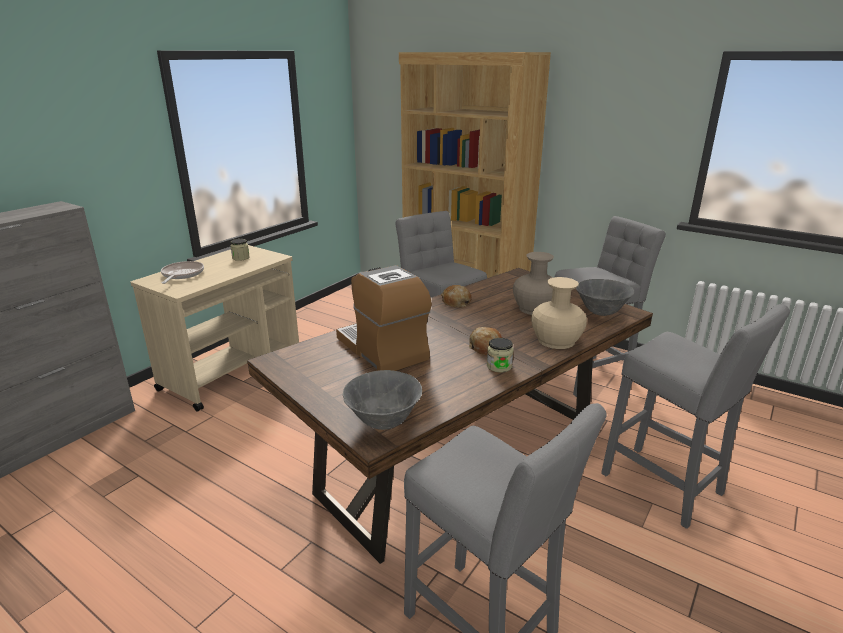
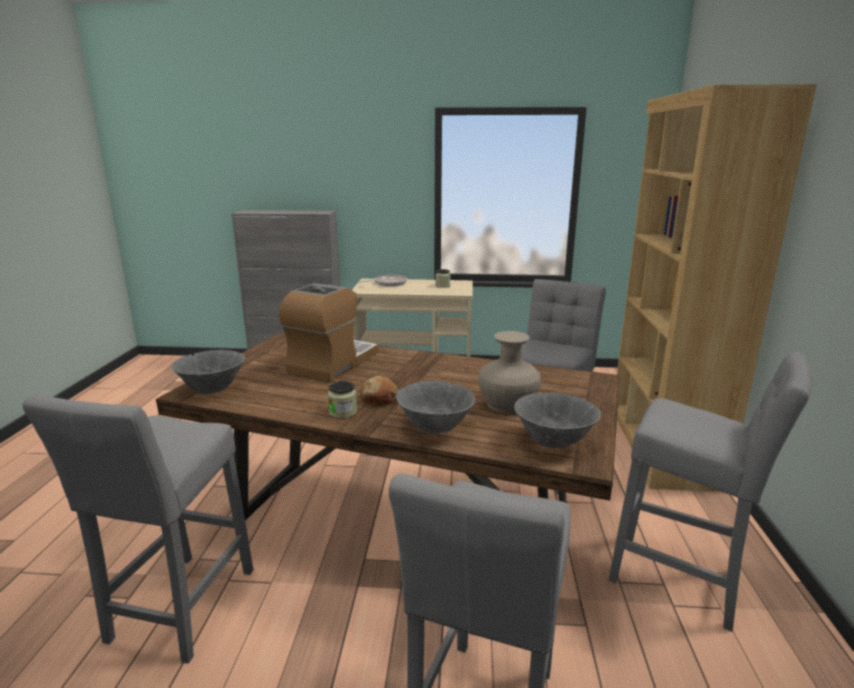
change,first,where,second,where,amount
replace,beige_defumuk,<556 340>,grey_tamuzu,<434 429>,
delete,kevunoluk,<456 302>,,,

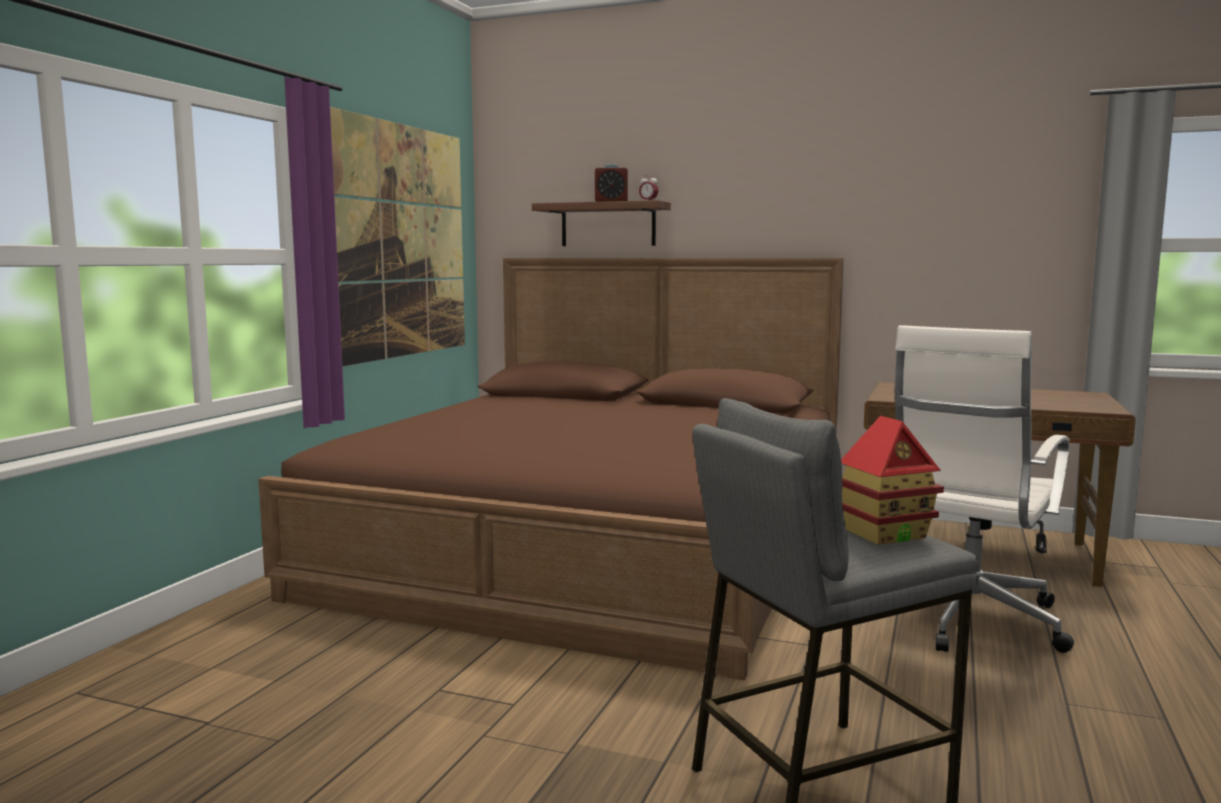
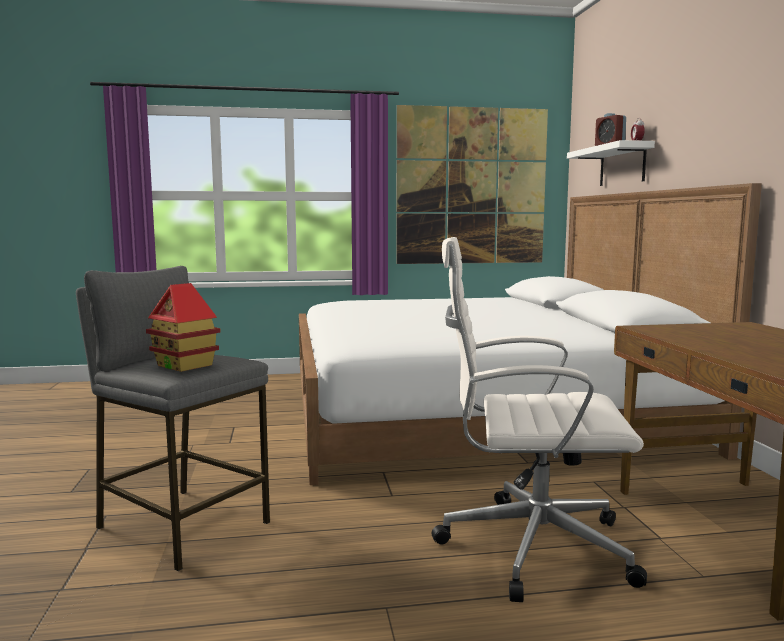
change,first,where,second,where,amount
recolor,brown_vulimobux,<608 225>,white_vulimobux,<622 165>,
recolor,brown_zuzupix,<593 548>,white_zuzupix,<476 411>,

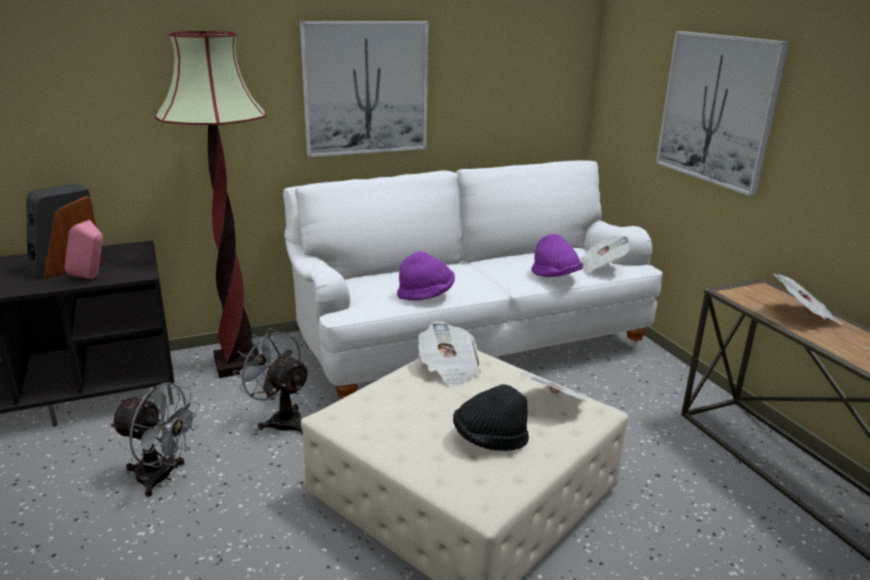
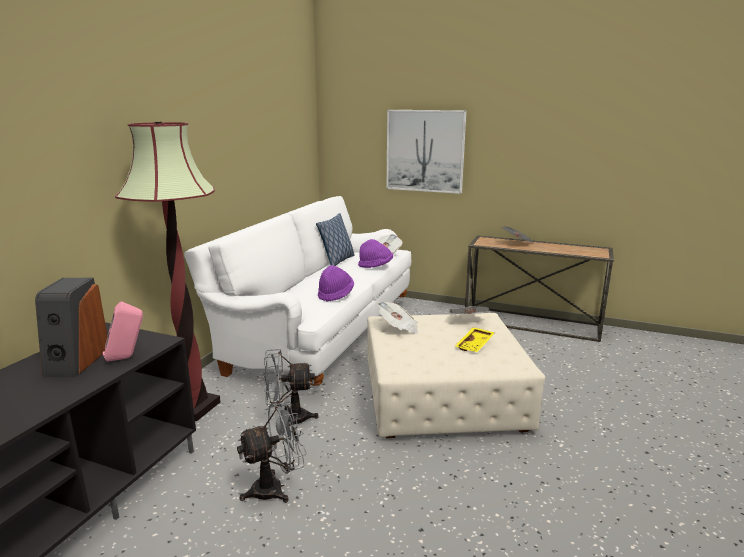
change,first,where,second,where,amount
delete,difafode,<366 88>,,,
replace,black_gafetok,<490 439>,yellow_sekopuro,<475 345>,
insert,,,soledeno,<337 261>,

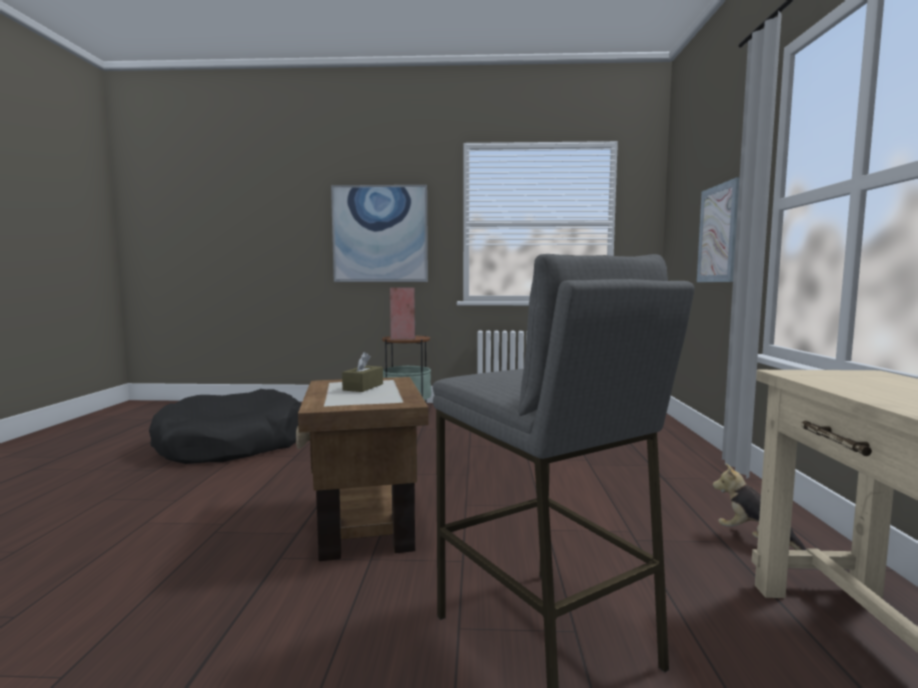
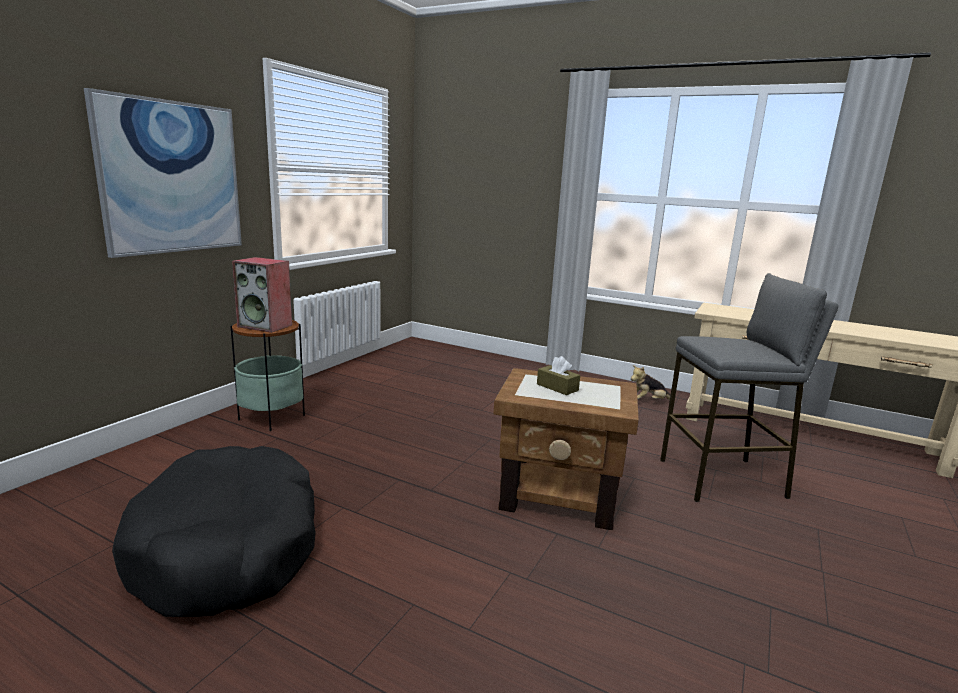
change,first,where,second,where,amount
delete,difafode,<718 234>,,,

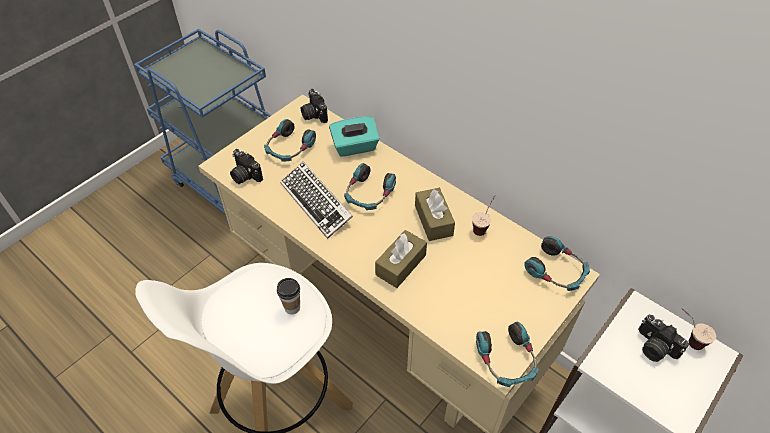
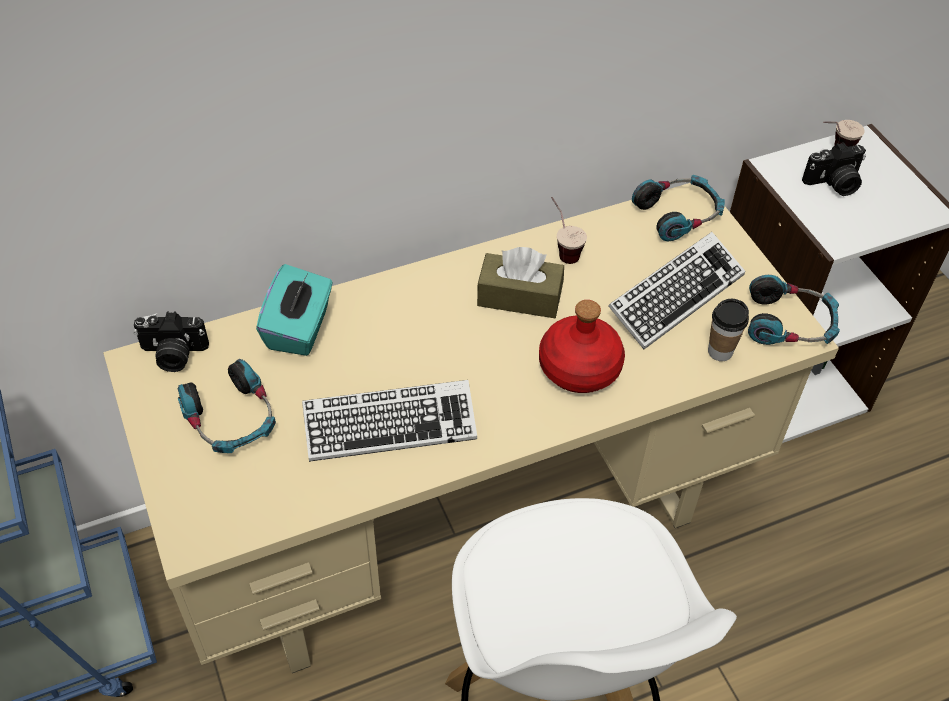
change,first,where,second,where,amount
delete,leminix,<245 175>,,,
delete,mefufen,<369 194>,,,
replace,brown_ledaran,<400 265>,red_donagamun,<580 368>,
move,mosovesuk,<292 307>,,<720 351>,
insert,,,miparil,<675 296>,

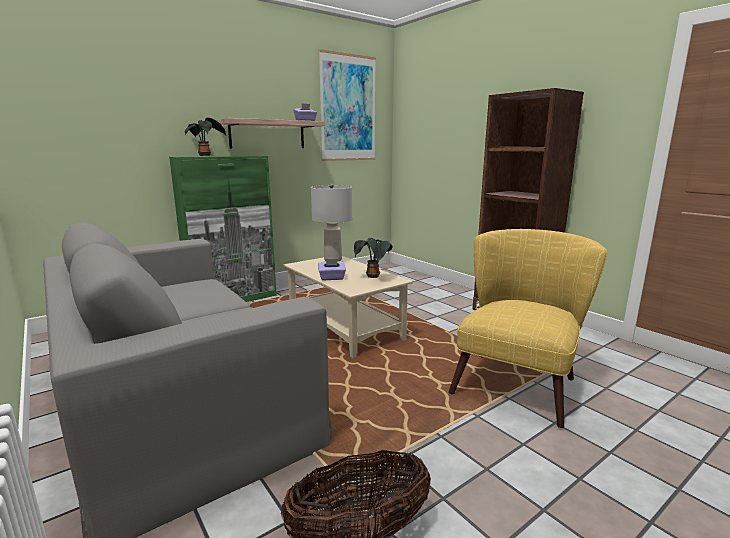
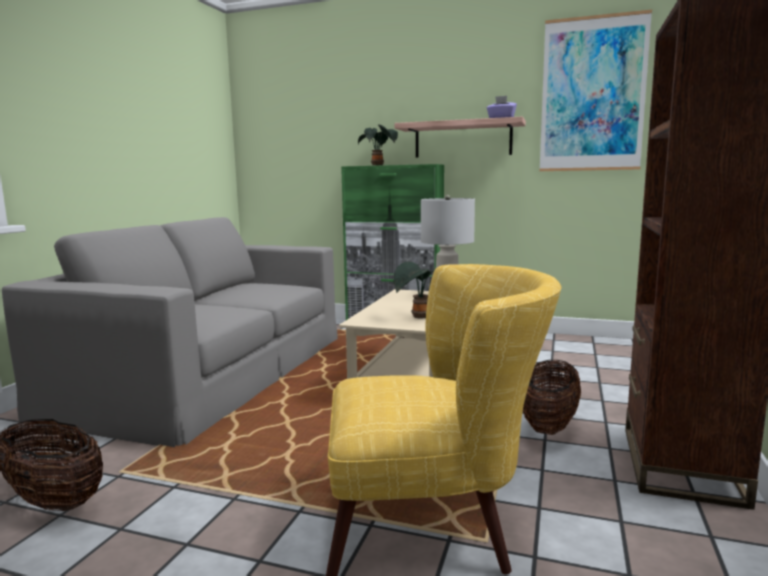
change,first,where,second,where,amount
delete,purple_ledaran,<332 278>,,,
insert,,,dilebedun,<549 425>,

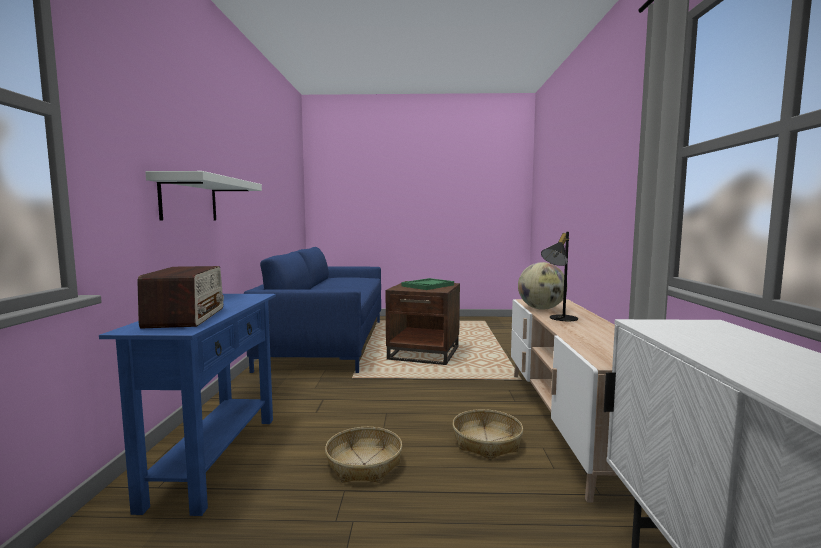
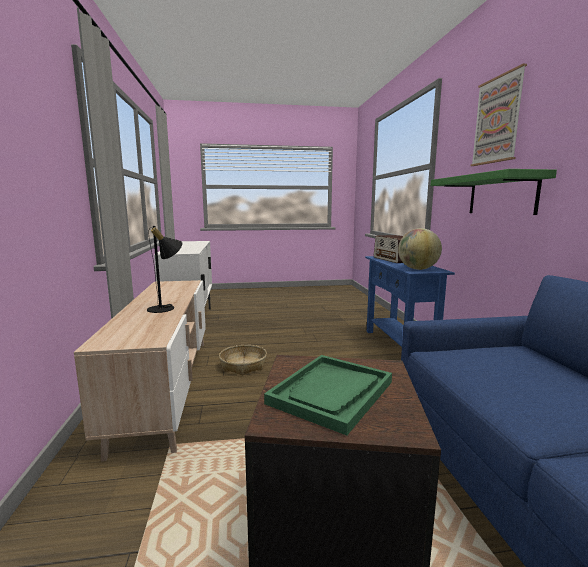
change,first,where,second,where,amount
recolor,white_vulimobux,<189 199>,green_vulimobux,<501 195>,
move,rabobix,<541 309>,,<418 269>,
delete,dilebedun,<363 464>,,,
insert,,,difafode,<497 120>,

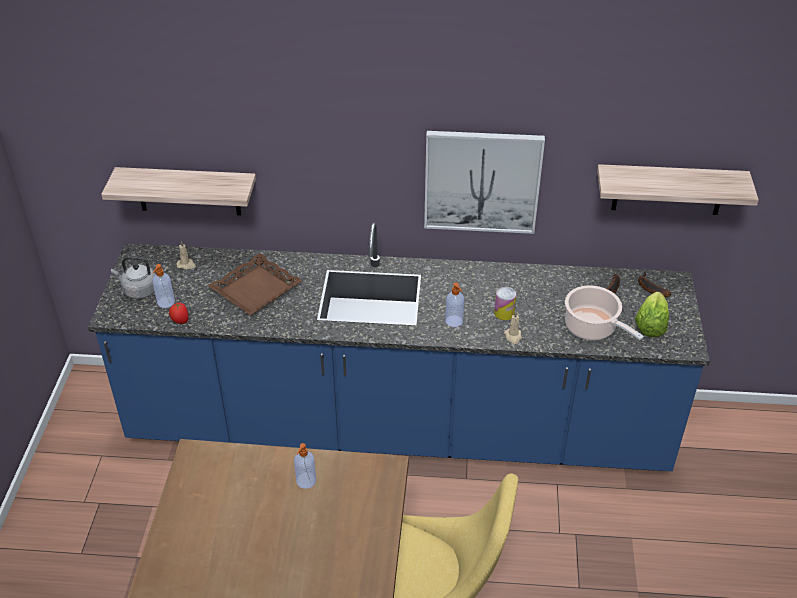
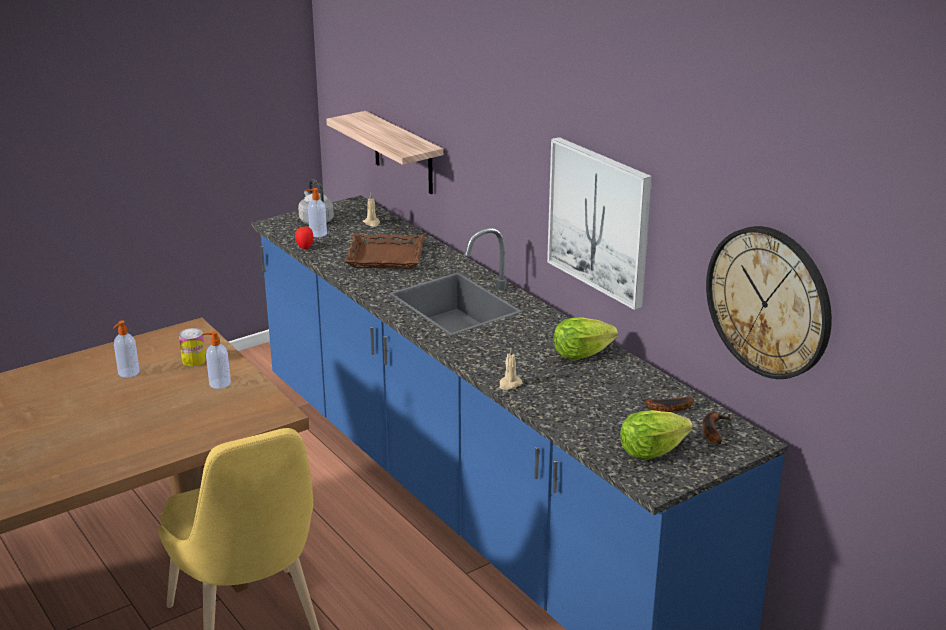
change,first,where,second,where,amount
replace,vulimobux,<668 189>,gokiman,<768 302>,
move,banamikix,<454 321>,,<128 373>,
delete,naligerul,<592 328>,,,
move,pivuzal,<504 313>,,<194 360>,
insert,,,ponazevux,<581 354>,

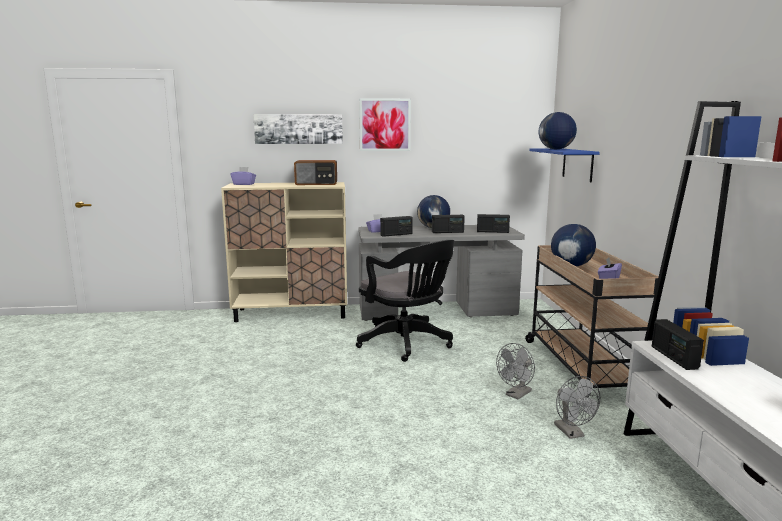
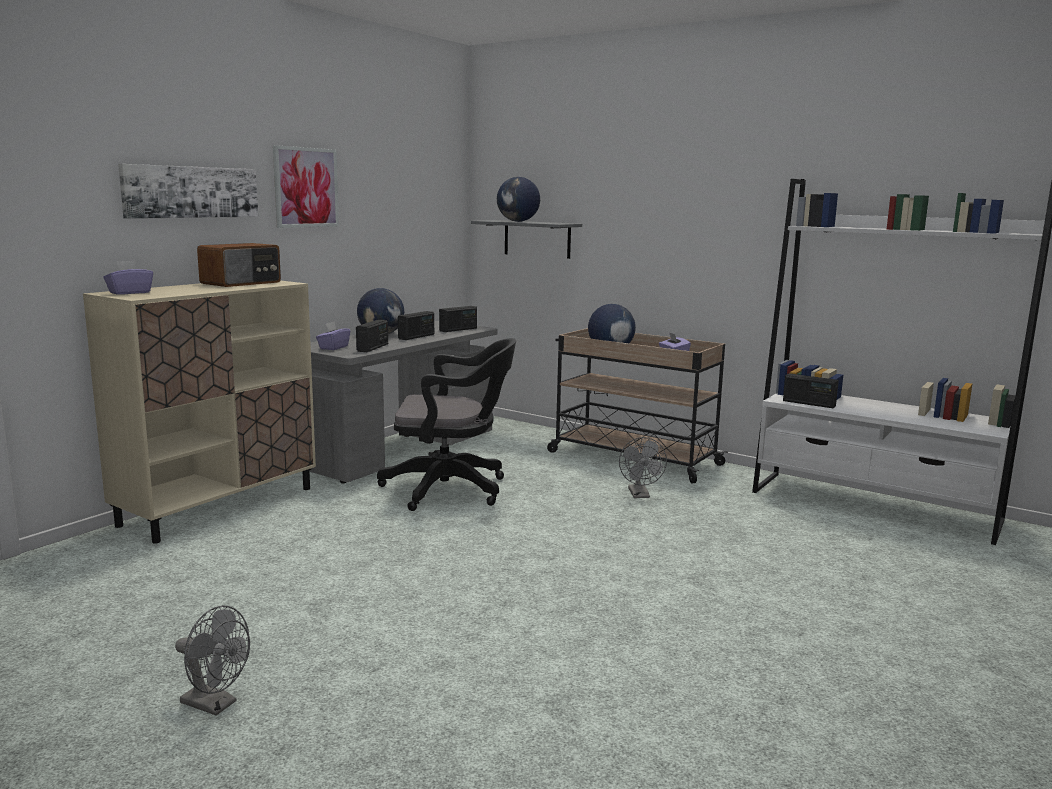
change,first,where,second,where,amount
recolor,blue_vulimobux,<577 164>,grey_vulimobux,<537 239>,
move,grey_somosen,<572 433>,,<215 704>,

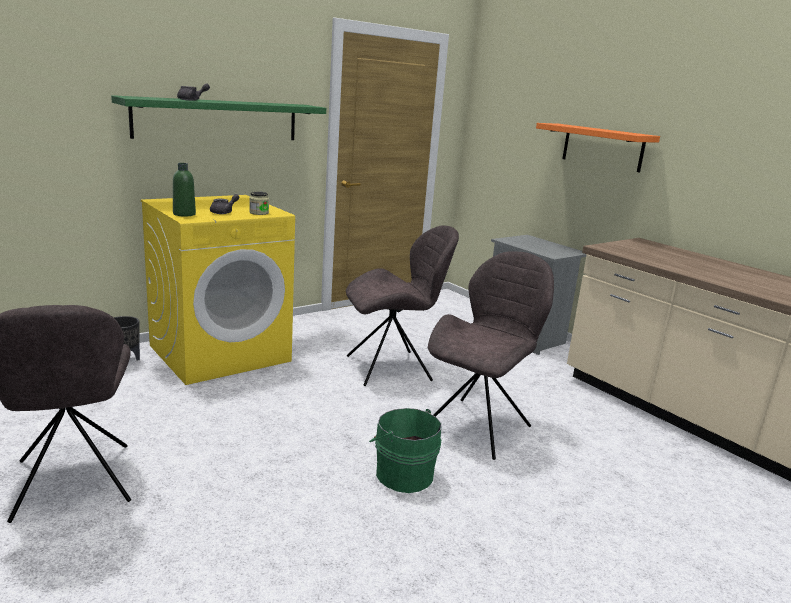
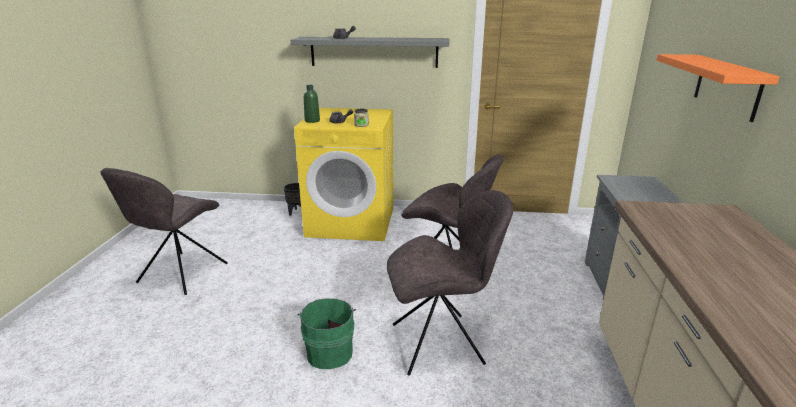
change,first,where,second,where,amount
recolor,green_vulimobux,<218 120>,grey_vulimobux,<374 52>,

